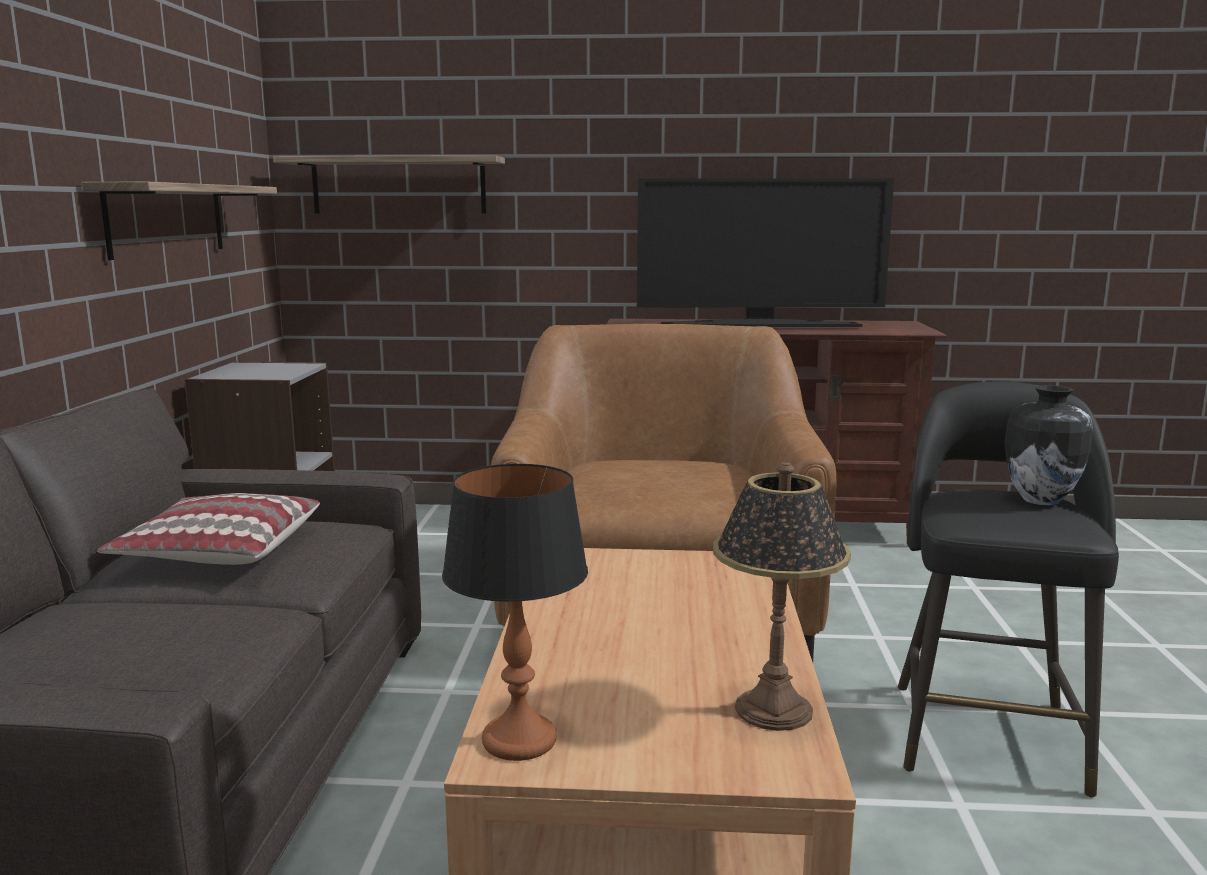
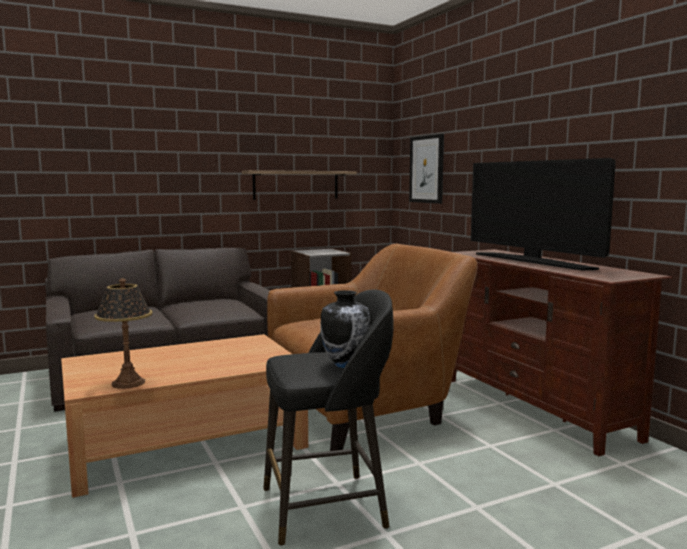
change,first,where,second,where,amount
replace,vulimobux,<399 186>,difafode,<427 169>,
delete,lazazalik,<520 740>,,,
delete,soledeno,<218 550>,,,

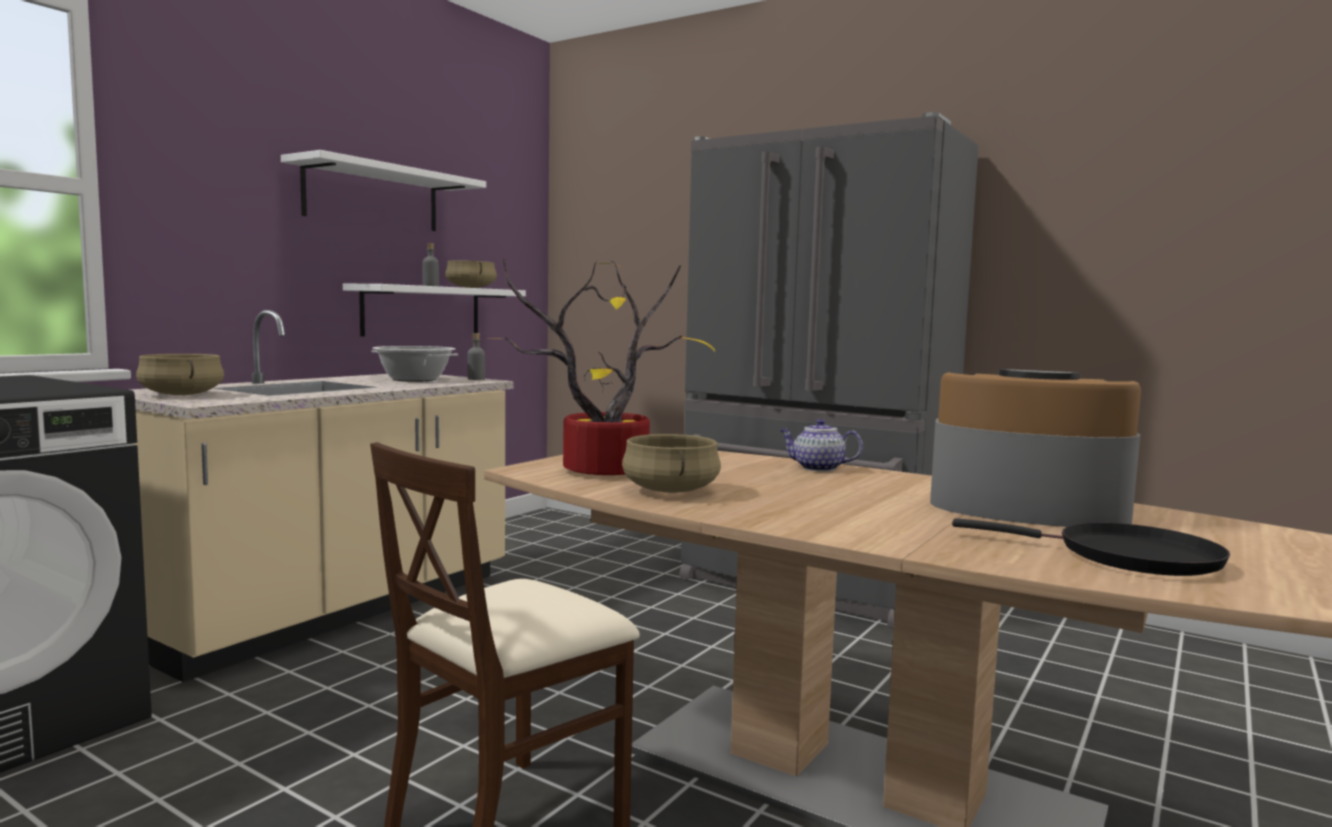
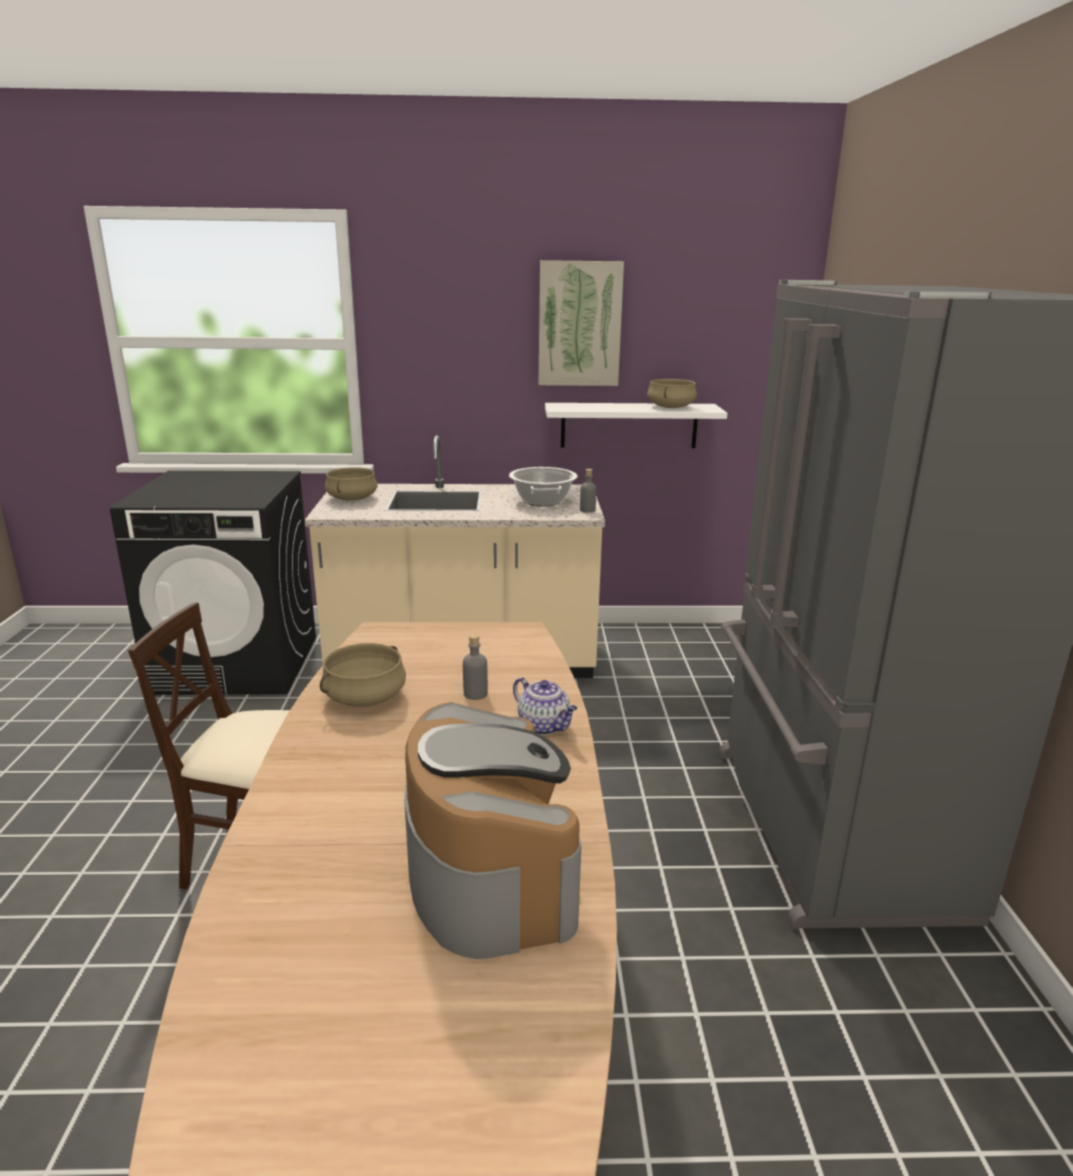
change,first,where,second,where,amount
replace,white_vulimobux,<372 197>,difafode,<579 324>,
move,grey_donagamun,<431 286>,,<475 694>,
delete,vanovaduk,<608 469>,,,
rotate,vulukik,<817 468>,,<545 726>,150 degrees clockwise
delete,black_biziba,<1126 557>,,,

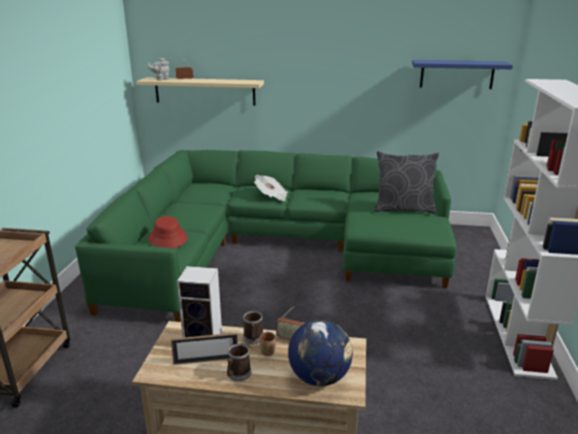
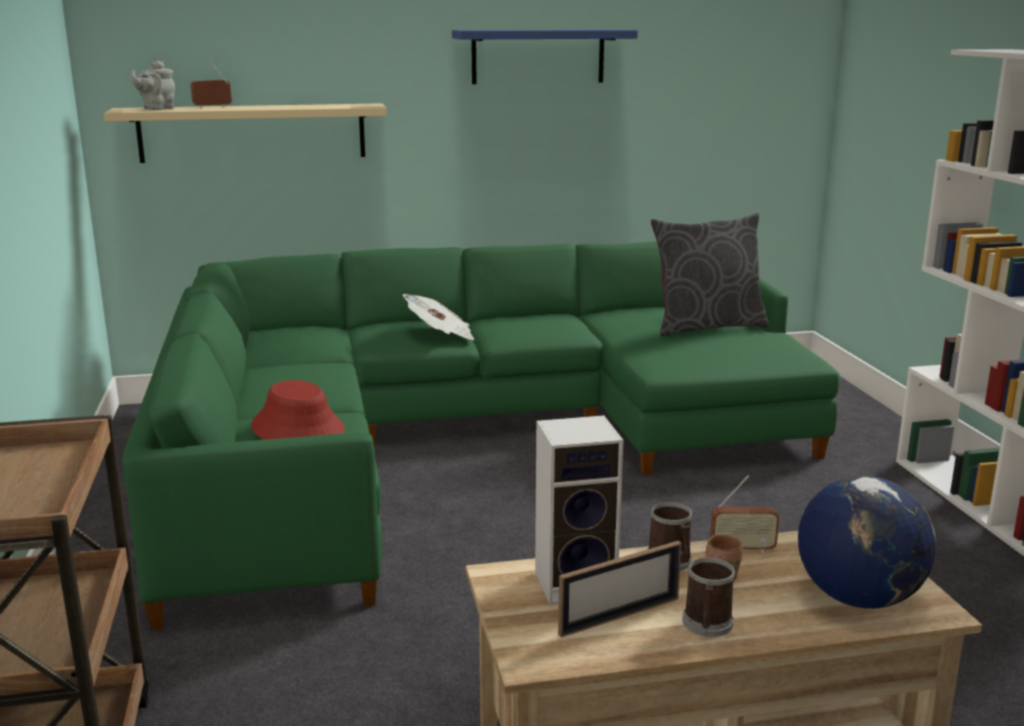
change,first,where,second,where,amount
move,blue_vulimobux,<457 74>,,<538 56>,

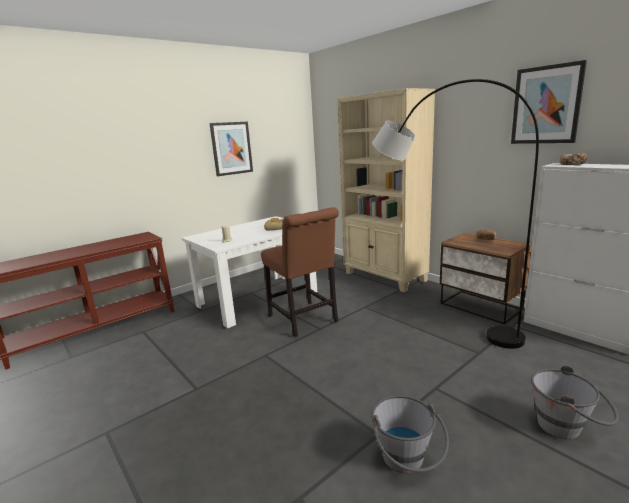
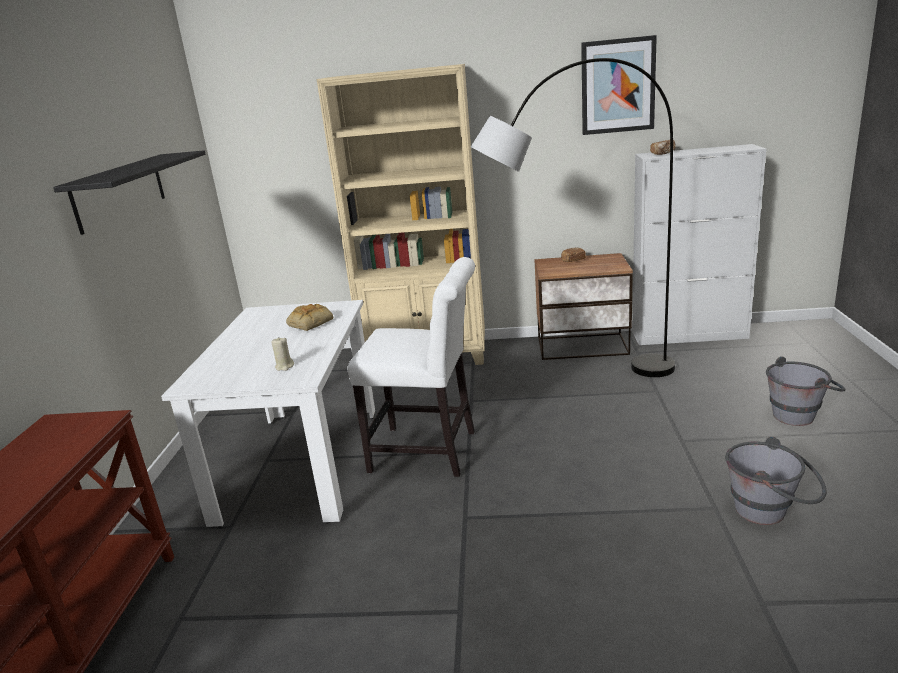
change,first,where,second,where,amount
replace,difafode,<231 148>,black_vulimobux,<120 191>,
recolor,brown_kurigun,<304 320>,white_kurigun,<429 452>,

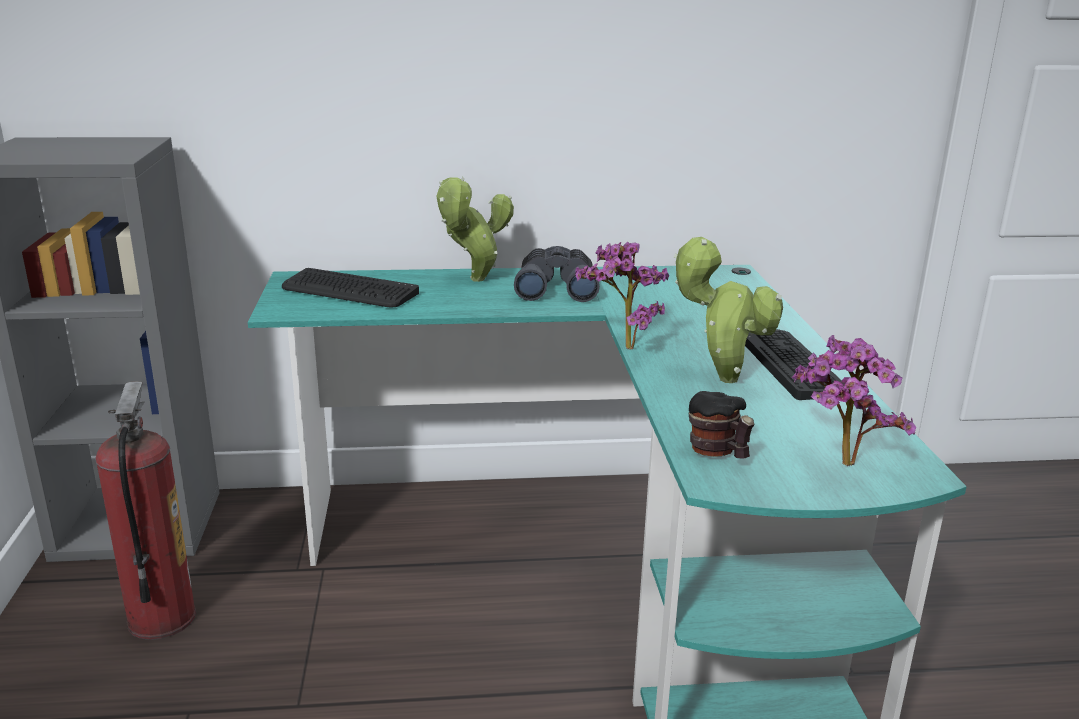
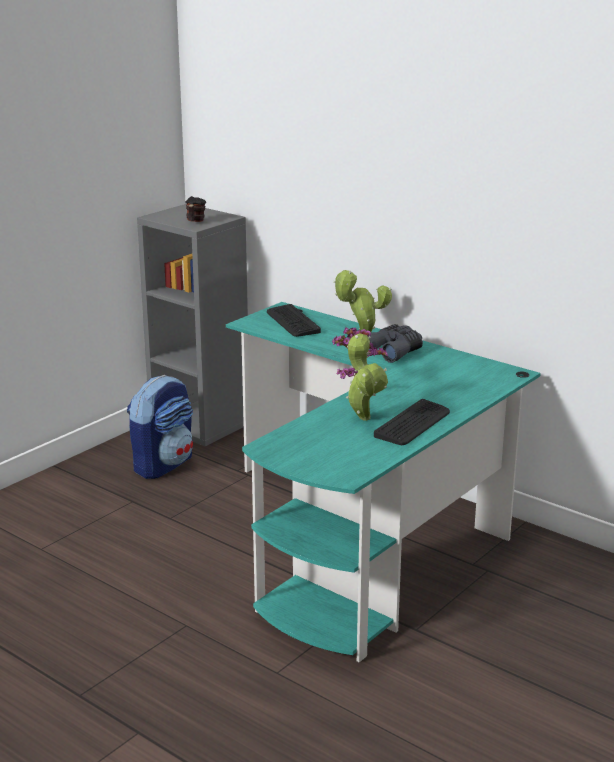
change,first,where,second,where,amount
delete,vanovaduk,<839 466>,,,
replace,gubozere,<161 617>,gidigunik,<163 464>,
move,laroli,<717 453>,,<194 221>,

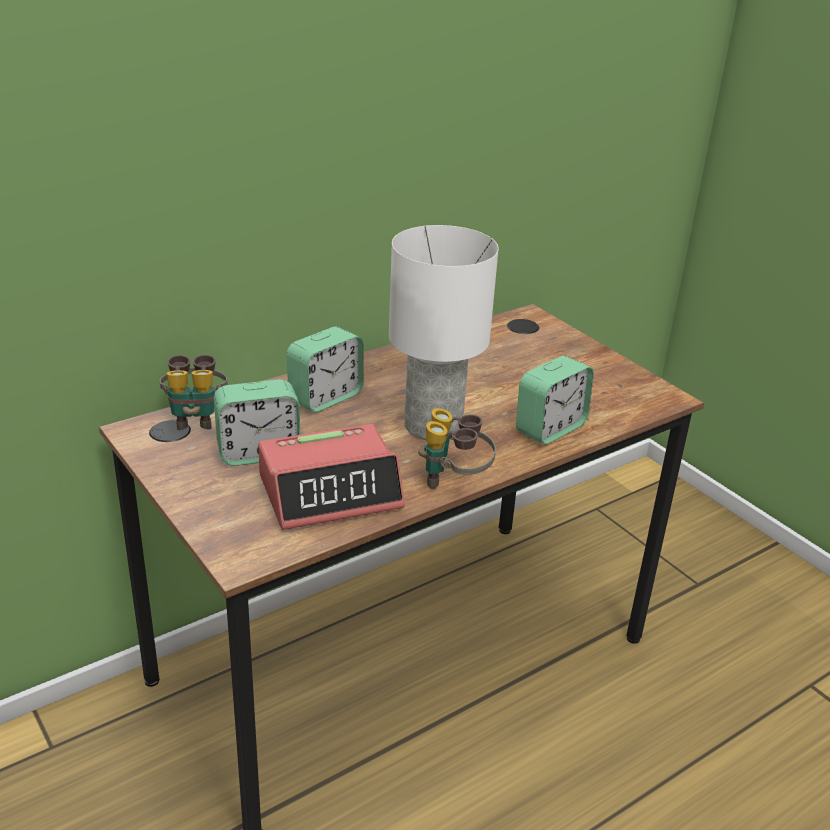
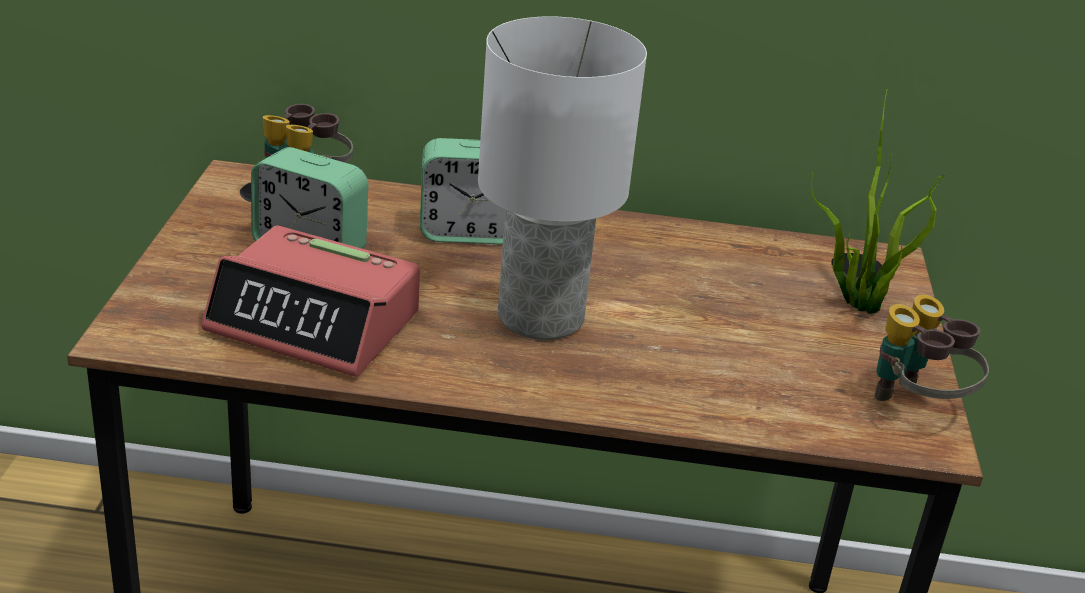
change,first,where,second,where,amount
delete,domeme,<550 428>,,,
move,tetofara,<454 481>,,<915 406>,
insert,,,vanovaduk,<858 302>,

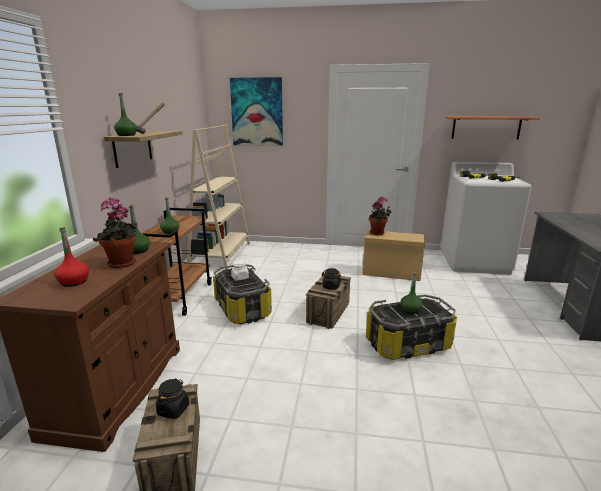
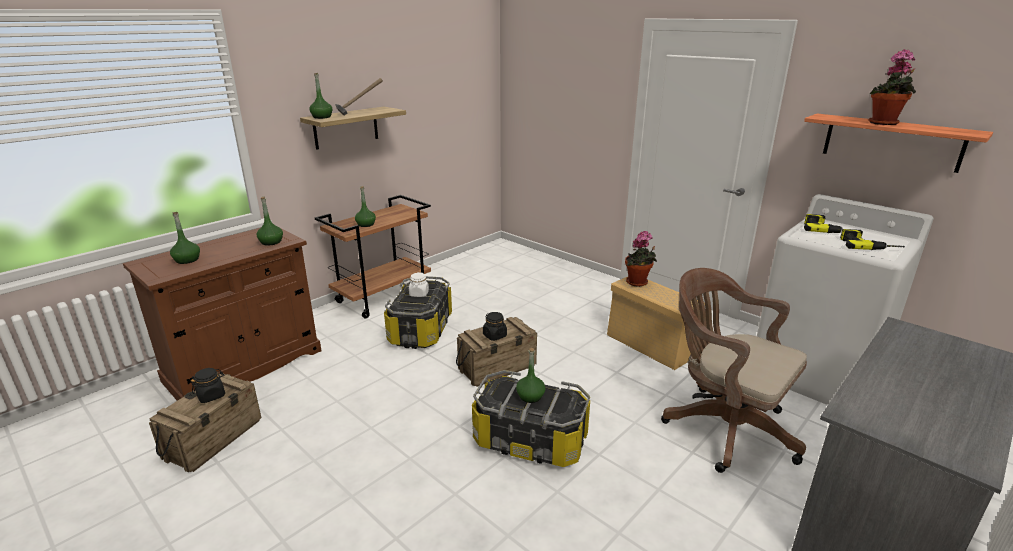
change,first,where,second,where,amount
delete,difafode,<257 112>,,,
delete,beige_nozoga,<221 256>,,,
move,vanovaduk,<122 264>,,<884 123>,
recolor,red_donagamun,<74 282>,green_donagamun,<187 260>,
insert,,,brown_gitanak,<723 426>,

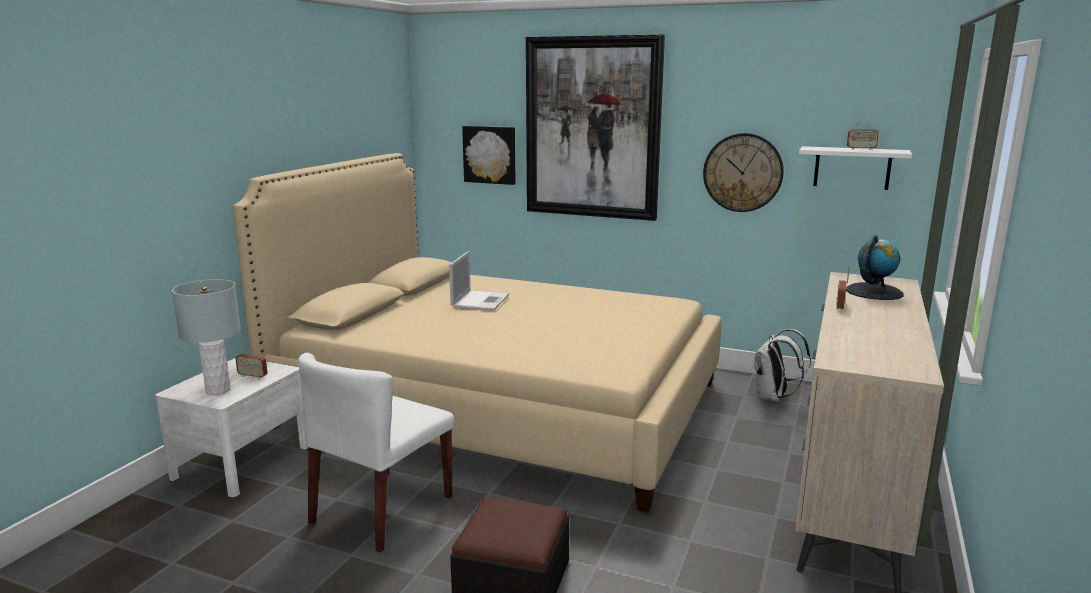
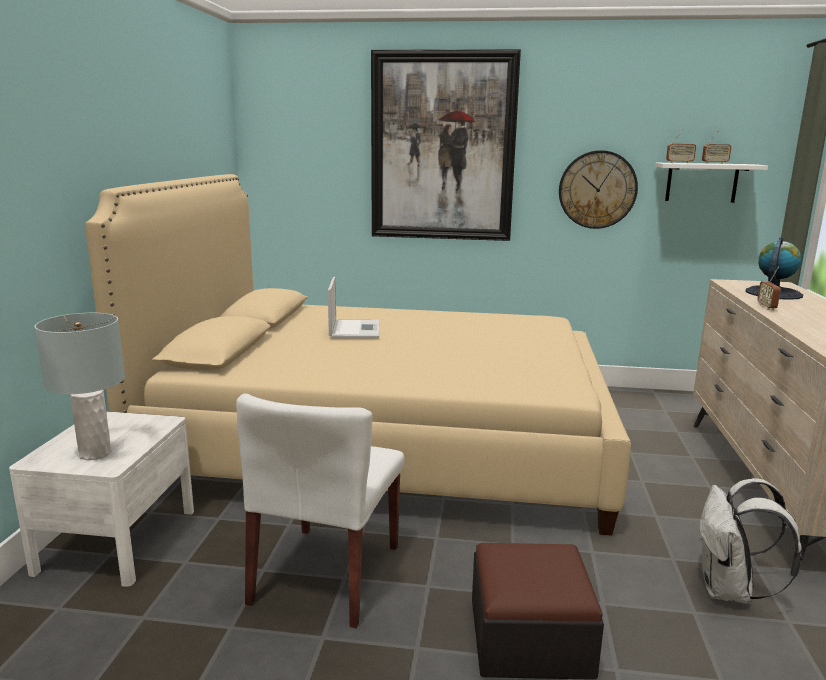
change,first,where,second,where,amount
delete,difafode,<490 154>,,,
move,white_gidigunik,<773 398>,,<729 591>,
move,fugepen,<253 376>,,<679 163>,

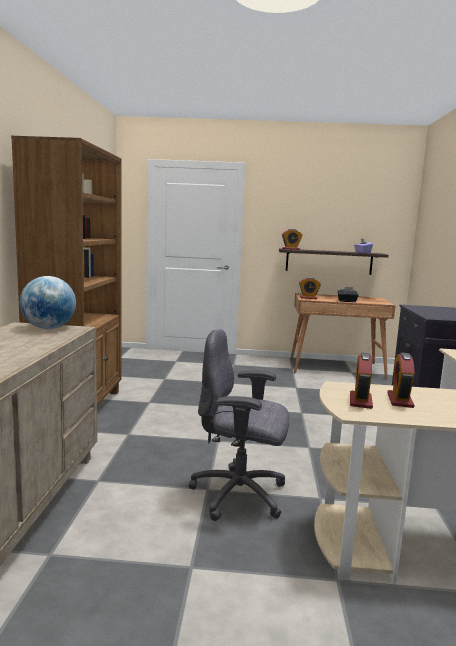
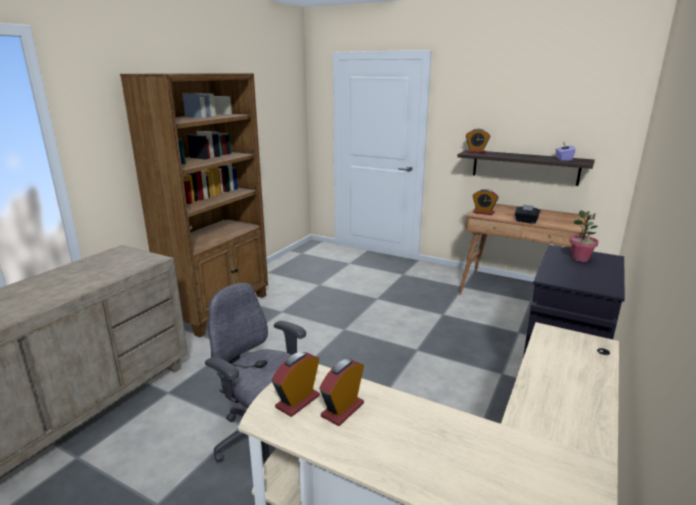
change,first,where,second,where,amount
delete,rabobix,<49 328>,,,
insert,,,vanovaduk,<580 259>,

